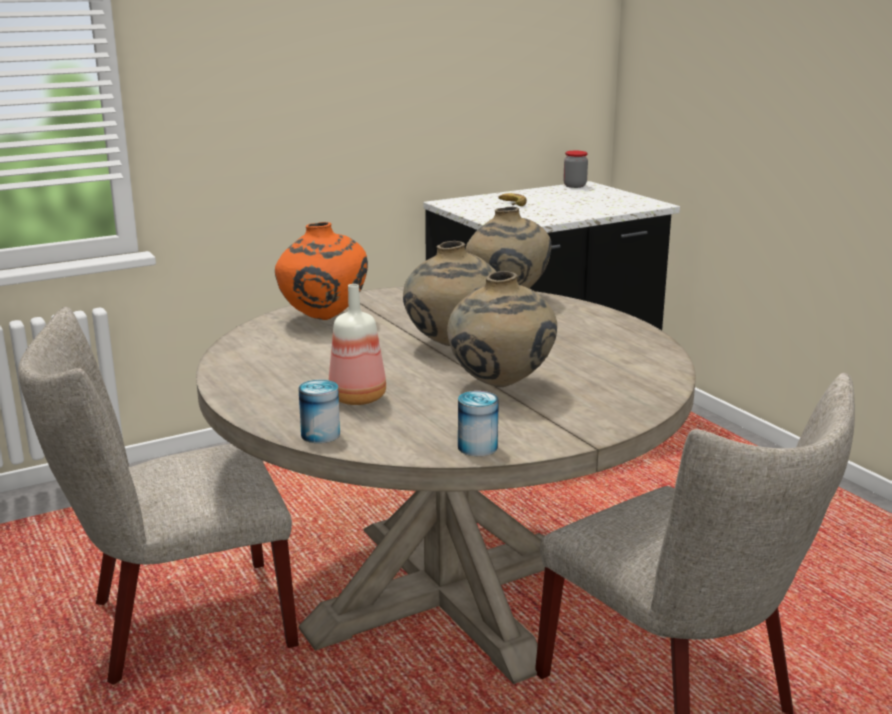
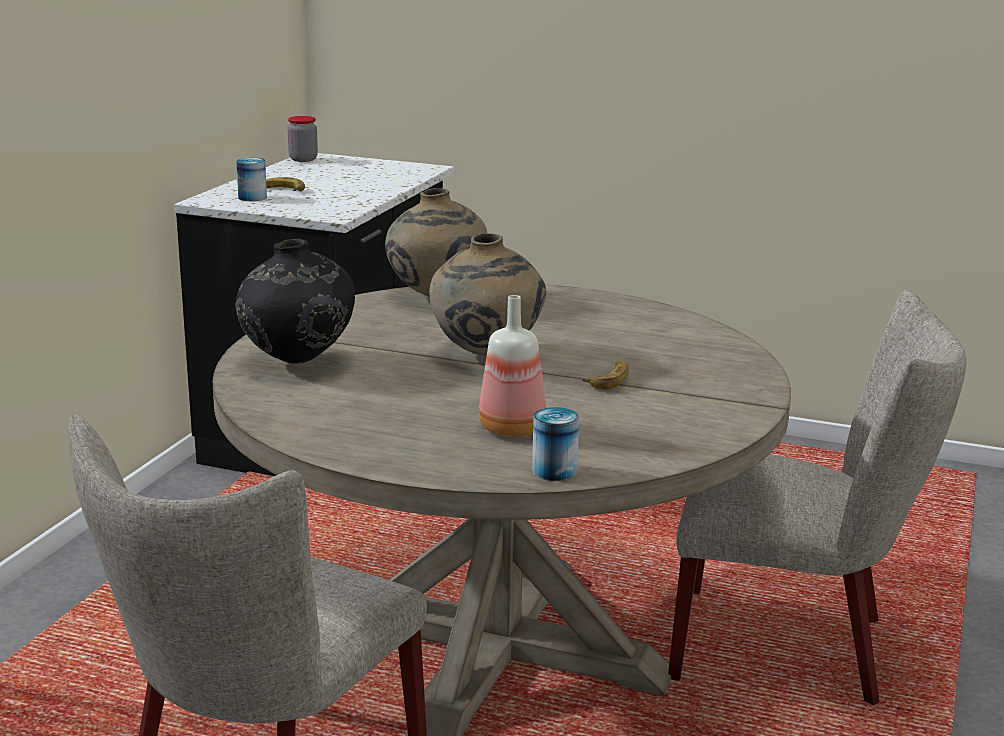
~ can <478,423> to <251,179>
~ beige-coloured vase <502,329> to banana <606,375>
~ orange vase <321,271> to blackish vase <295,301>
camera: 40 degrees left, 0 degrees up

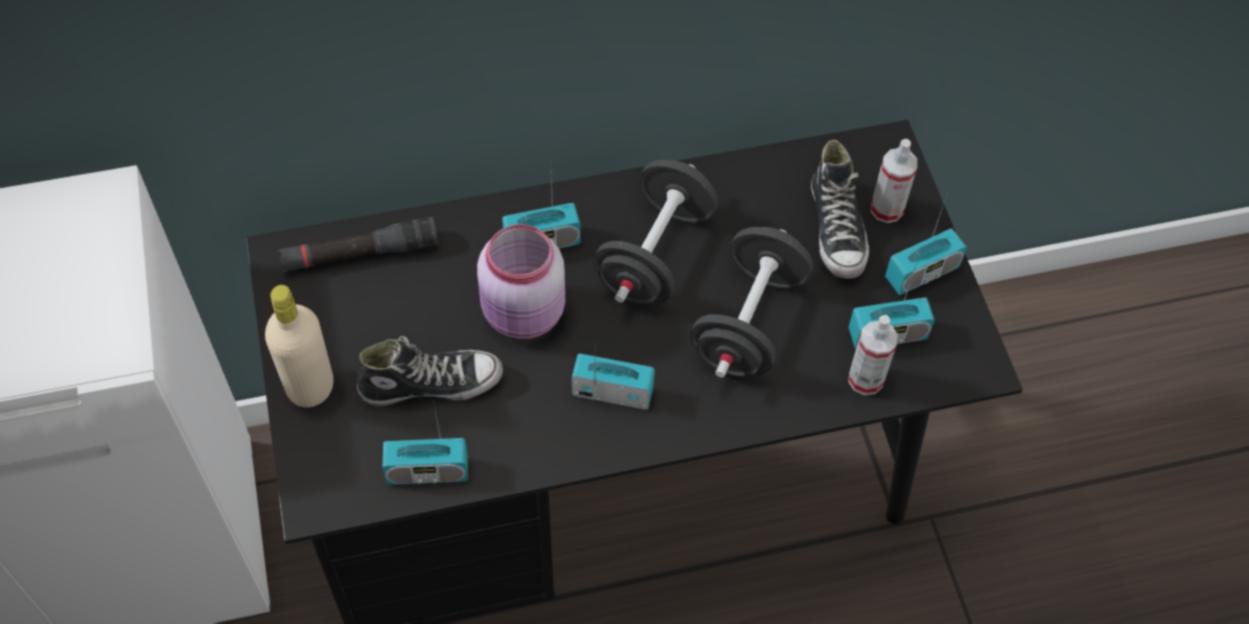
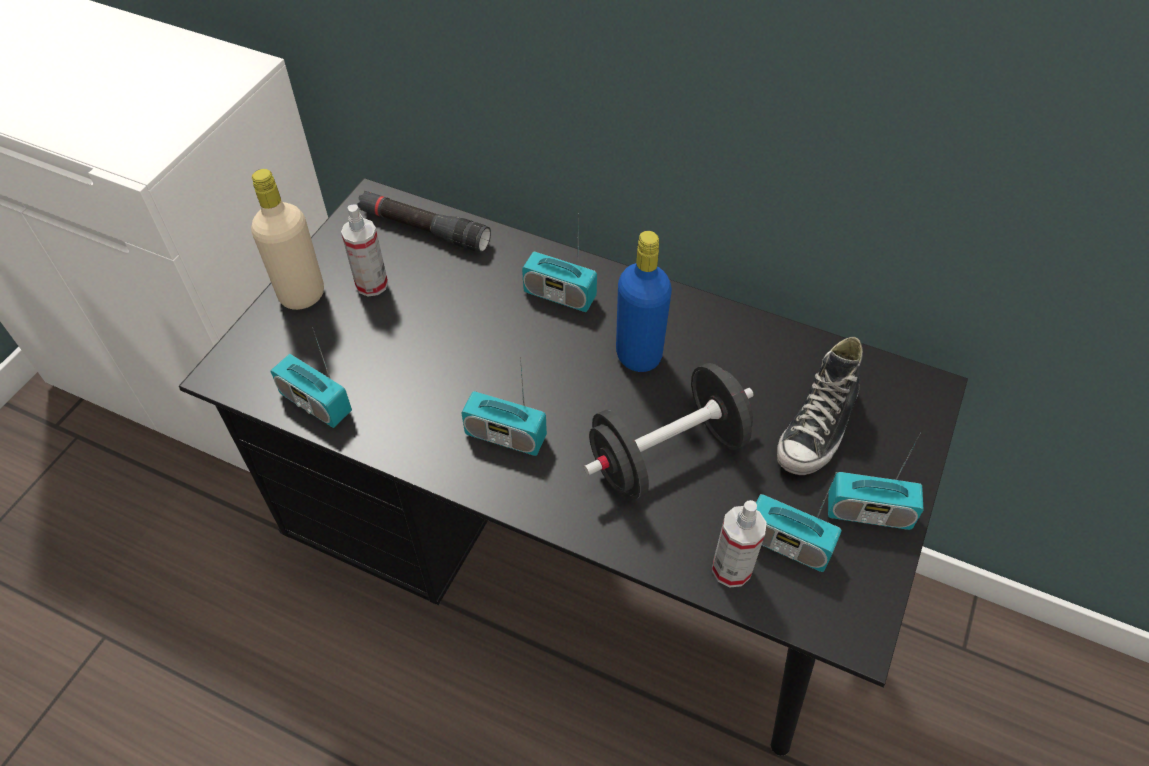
- low shoe <430,371>
- pink-coloured storage jar <521,281>
~ hand sprayer <894,181> to <364,250>
~ blackish hand weight <655,232> to blue beverage bottle <644,301>
~ radio <613,382> = <504,406> 150 degrees clockwise
camera: 40 degrees right, 5 degrees down

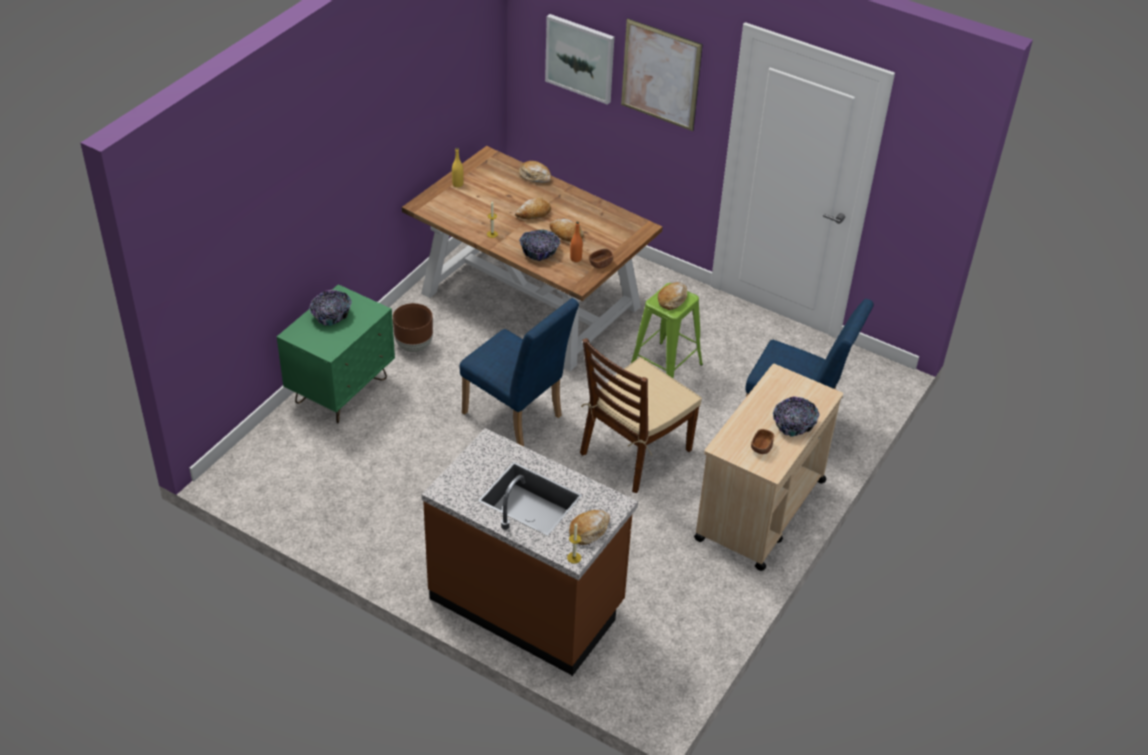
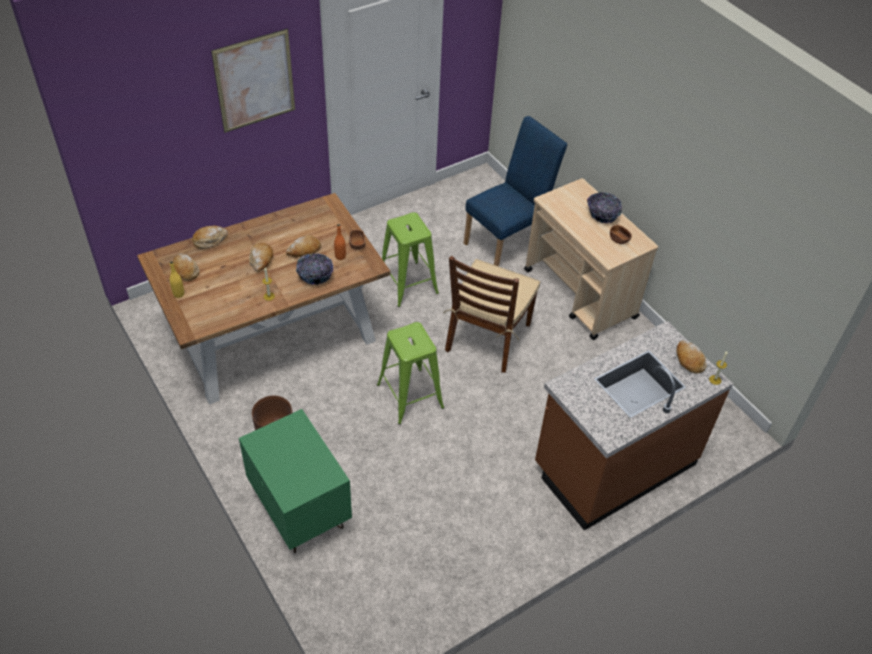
- deep dish <330,308>
- wall picture <579,59>
~ bread <672,296> to <186,267>
~ blue plain chair <519,372> to greenish stool <410,373>
~ brown plain chair <641,415> = <491,314> 45 degrees clockwise
camera: 65 degrees left, 5 degrees up

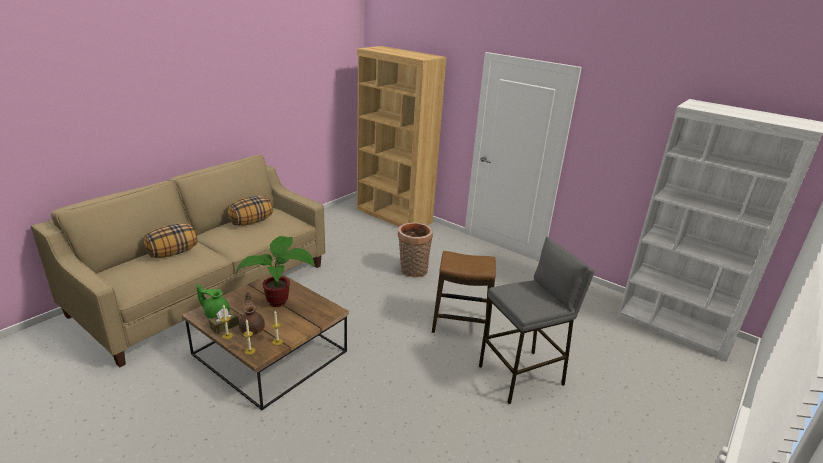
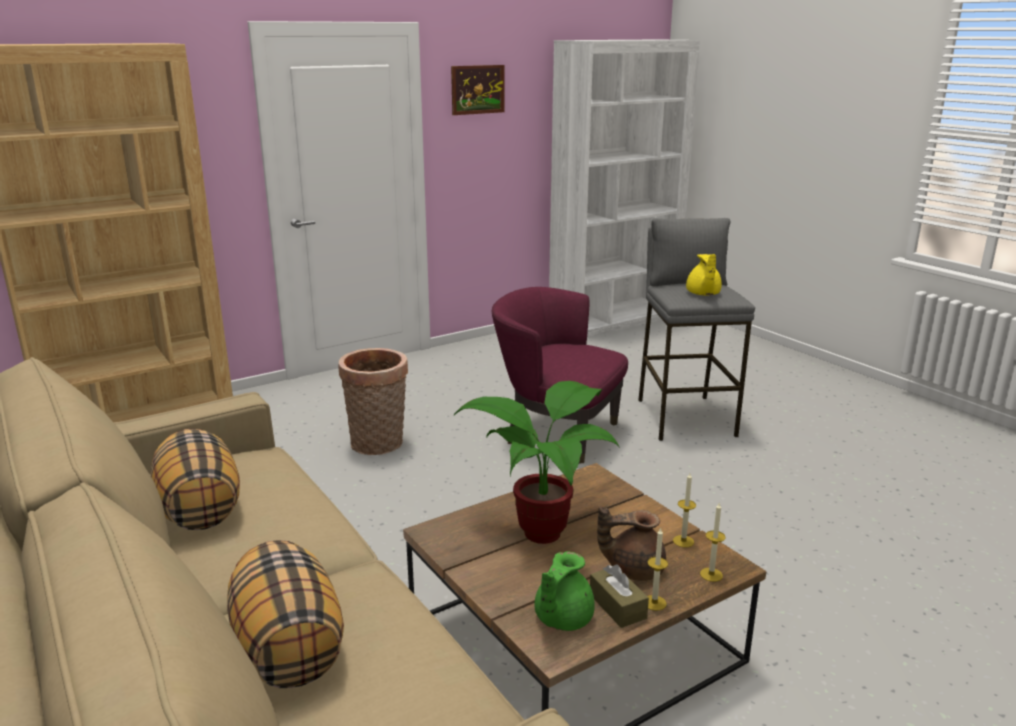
+ wall picture <478,90>
+ yellow teapot <704,274>
~ stool <464,293> to purple-coloured easy chair <560,375>
camera: 70 degrees left, 5 degrees down

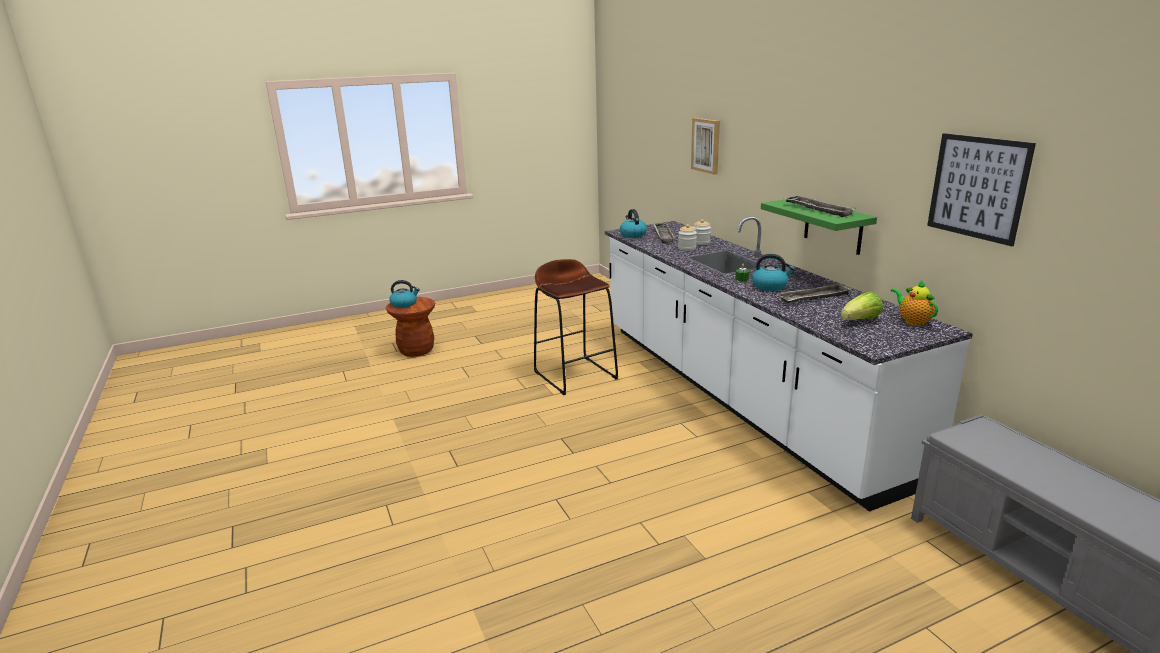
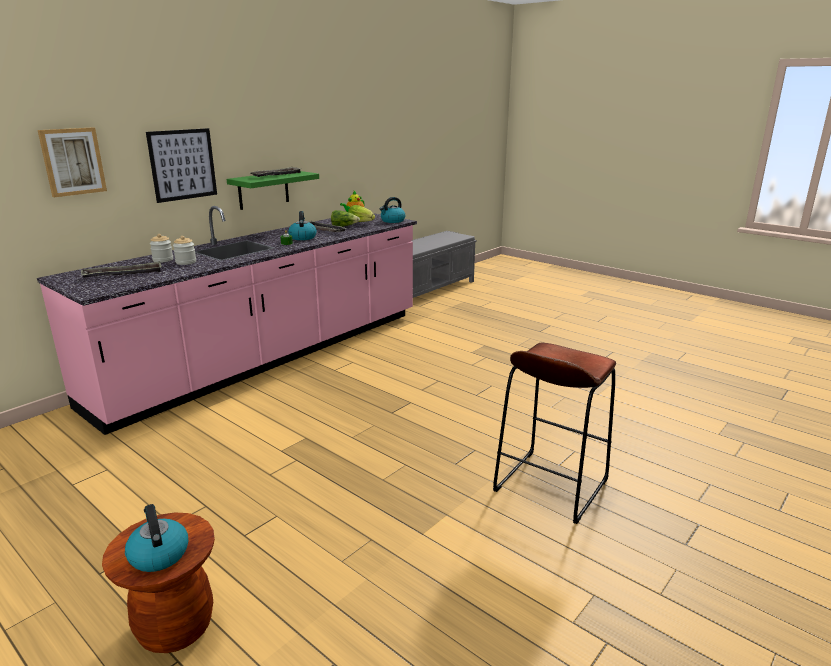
+ head of lettuce <345,218>
~ brown stool <576,327> to <554,433>
~ kettle <633,223> to <392,210>
~ wall picture <981,189> to <181,165>
~ white kitchen counter <789,364> to pink-coloured kitchen counter <227,320>
camera: 115 degrees left, 0 degrees up

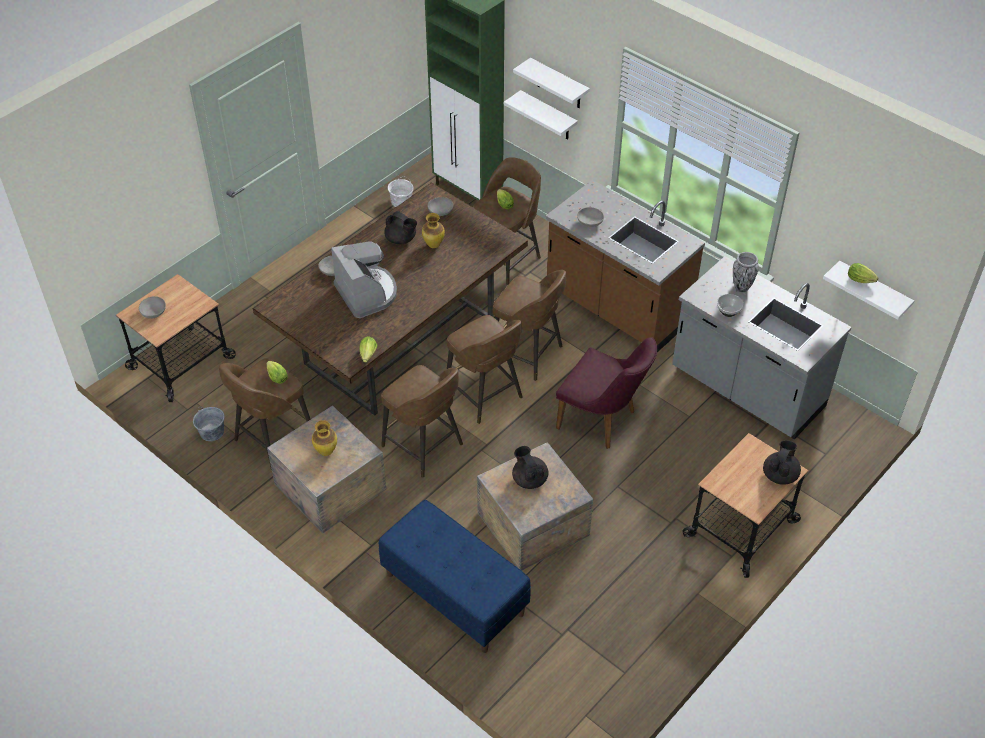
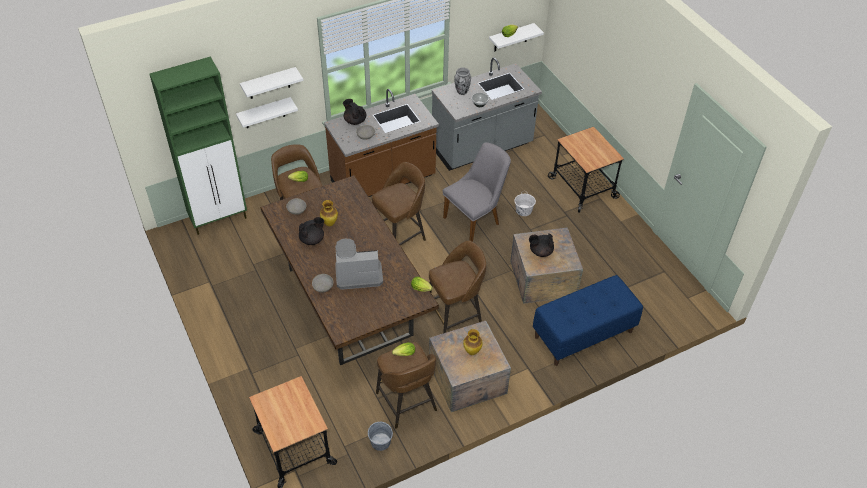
- grey deep dish <152,307>
- brown stool <485,369>
~ white water bucket <401,192> to <525,204>
~ blackish teapot <782,462> to <354,112>
~ purple-coloured plain chair <606,393> to grey plain chair <477,192>
camera: 70 degrees left, 0 degrees up

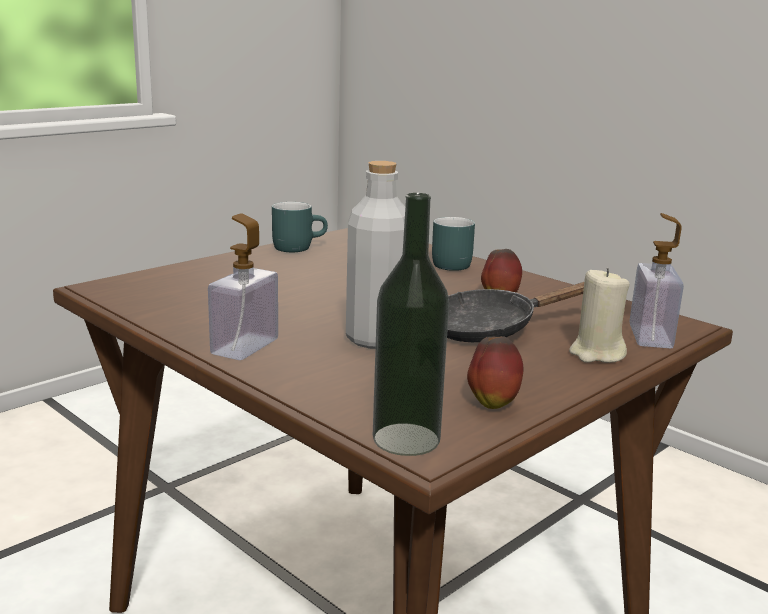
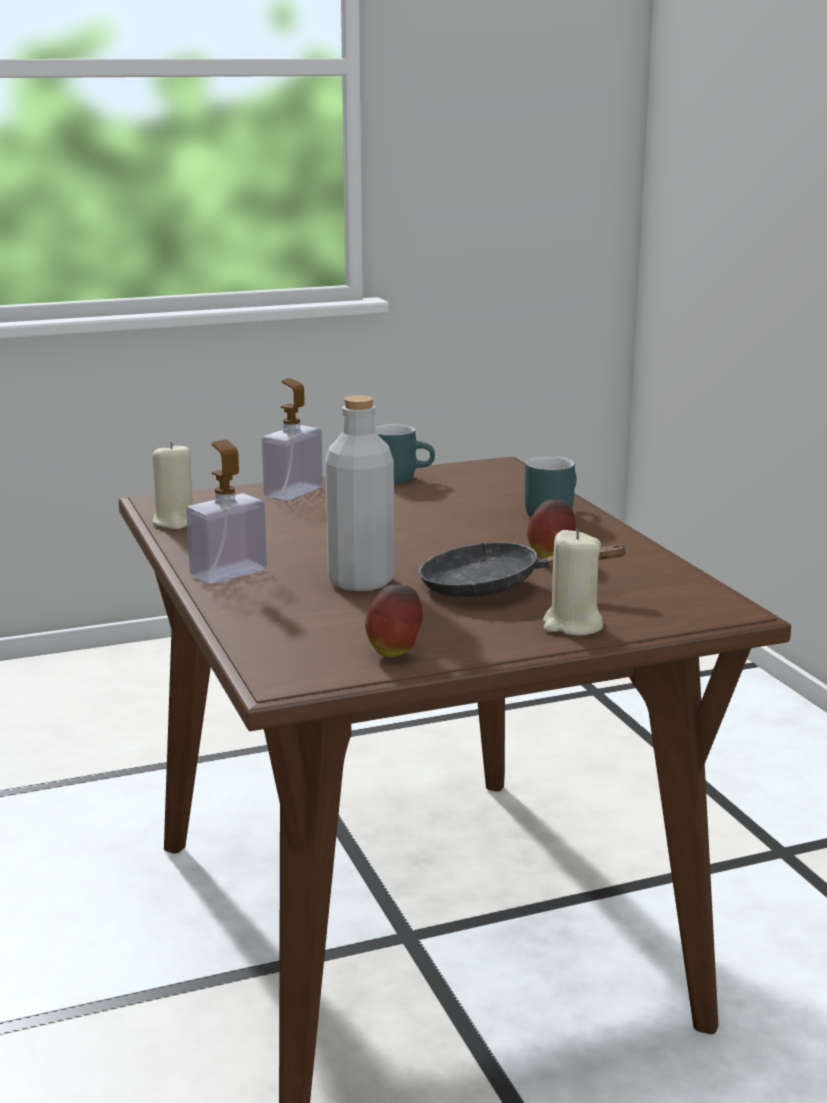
- beverage bottle <411,324>
+ beige-coloured candle <172,485>
~ soap bottle <657,280> to <292,439>
camera: 25 degrees right, 0 degrees up

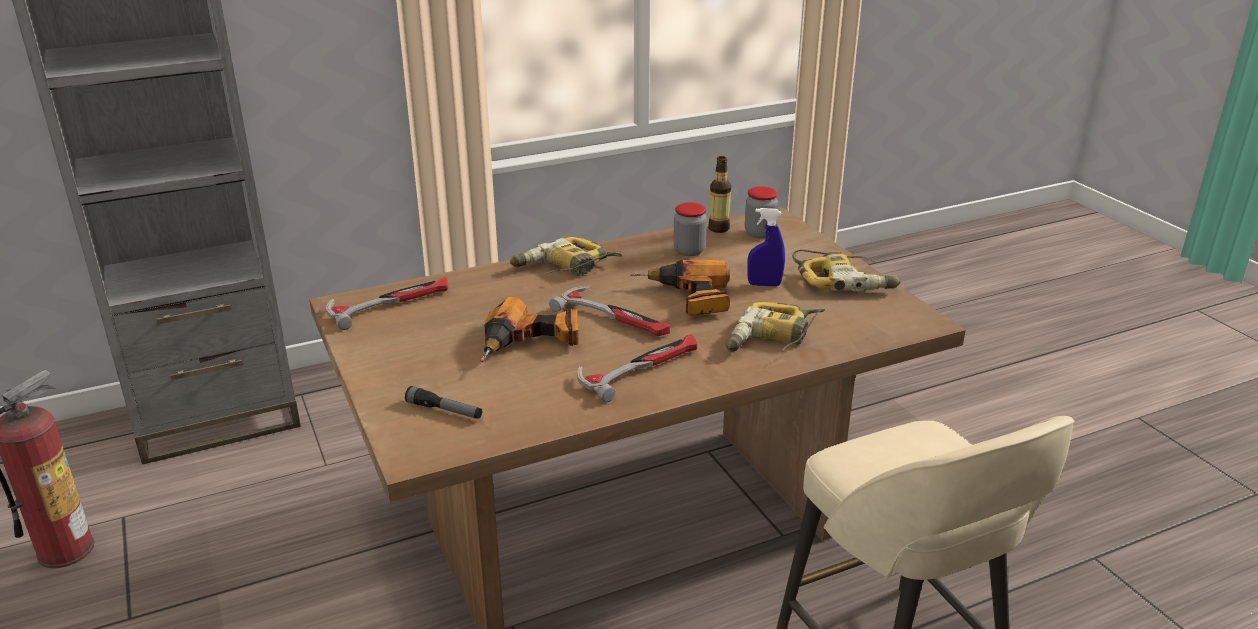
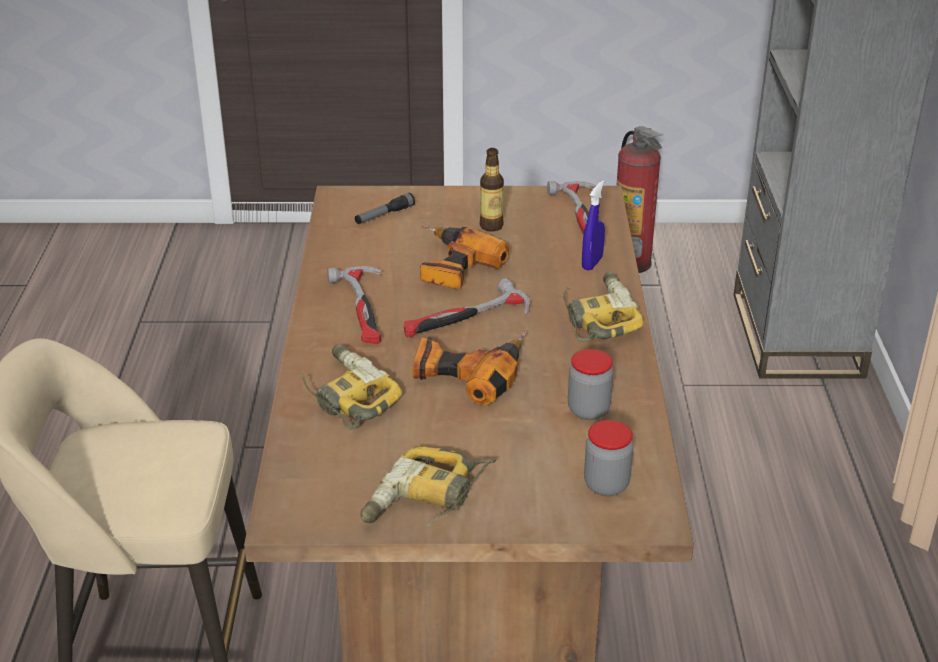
~ beverage bottle <719,194> to <492,189>
~ blue hand sprayer <766,247> to <593,226>
camera: 115 degrees right, 5 degrees up

